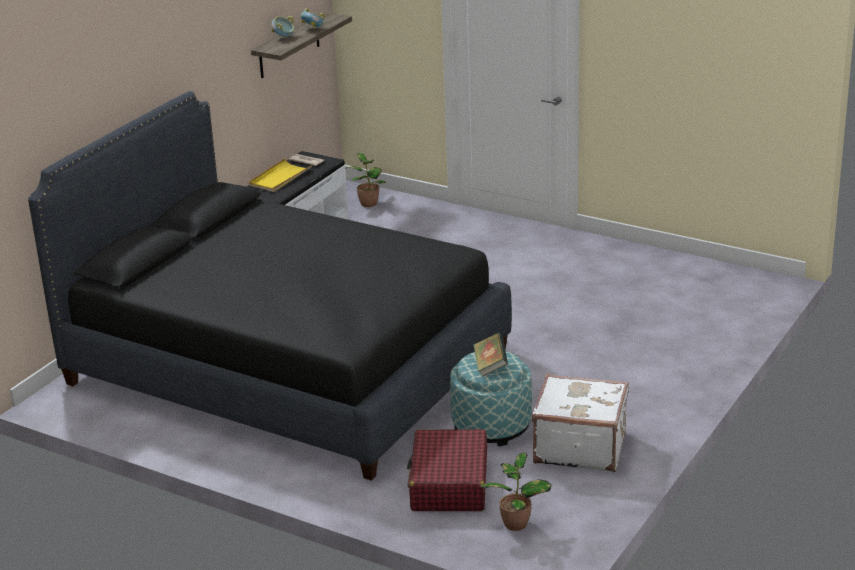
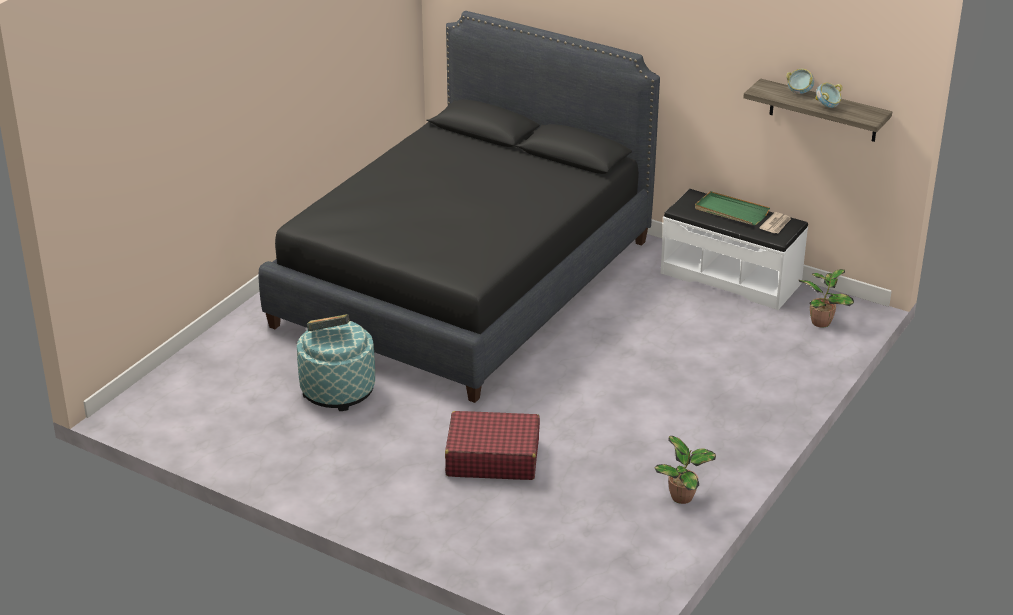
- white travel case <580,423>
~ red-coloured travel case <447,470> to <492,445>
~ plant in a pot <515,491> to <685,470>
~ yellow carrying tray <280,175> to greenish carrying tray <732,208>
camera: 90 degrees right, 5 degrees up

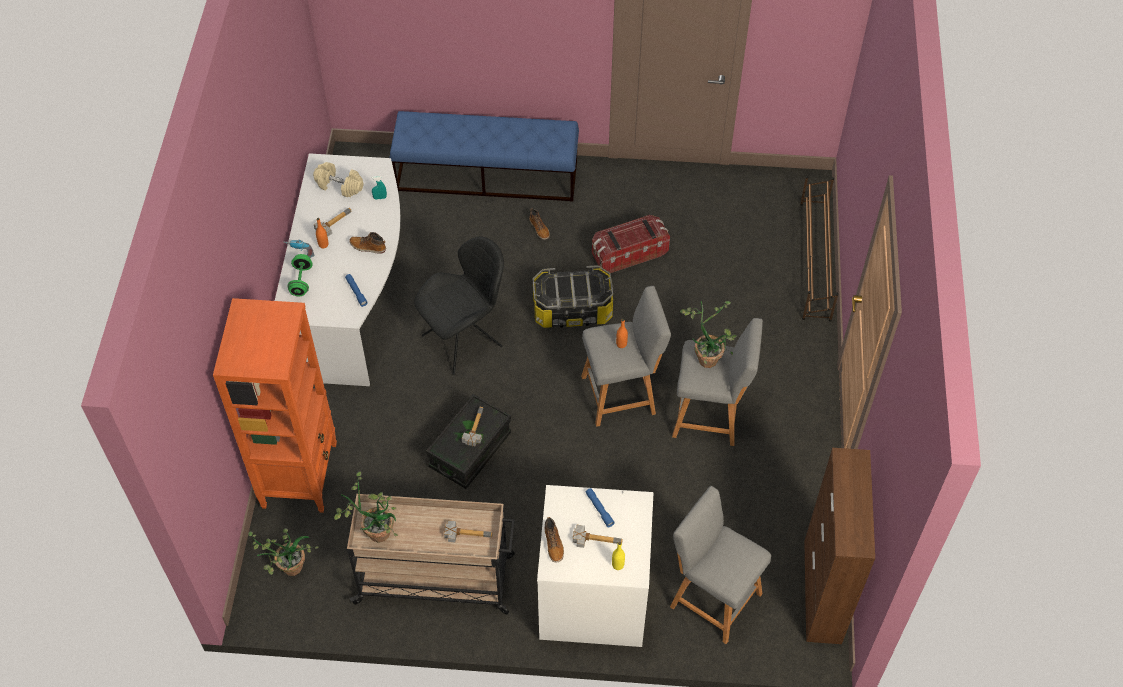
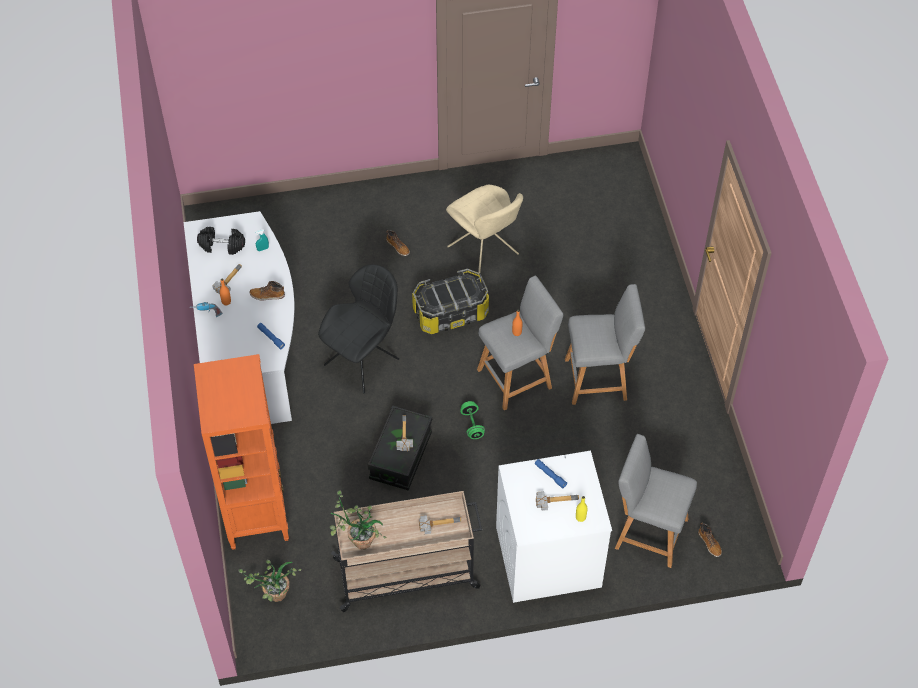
- blue bench <484,156>
- plant in a pot <708,334>
- brown shoe rack <819,249>
- brown cabinet <839,546>
~ greenish hand weight <299,275> to <472,420>
~ high-top boot <554,540> to <710,539>
~ storage box <631,244> to beige-coloured plain chair <484,229>
~ beige-coloured hand weight <338,179> to blackish hand weight <221,241>
camera: 15 degrees left, 0 degrees up

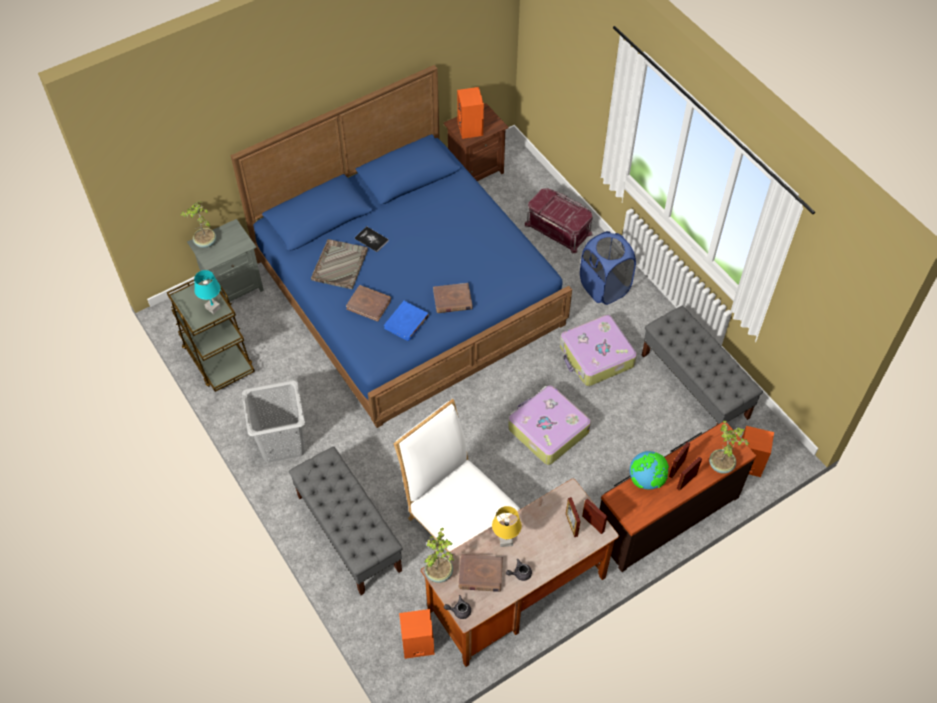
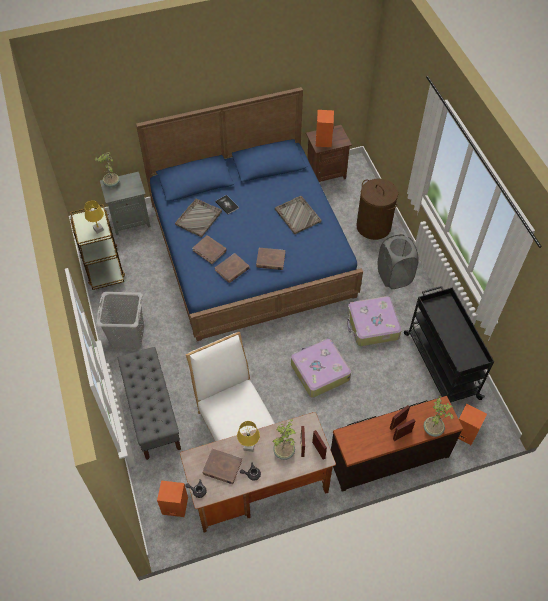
- world globe <649,470>
+ grey carrying tray <298,215>
~ plant in a pot <439,555> to <284,439>
~ red-coloured storage box <559,220> to brown washing basket <377,209>
~ grey bench <702,365> to blackish wheeled cart <449,344>
~ turquoise-coloured table lamp <207,292> to yellow table lamp <94,217>
~ blue volume <406,321> to brown volume <232,268>
~ blue washing basket <608,268> to grey washing basket <398,261>
camera: 15 degrees right, 0 degrees up

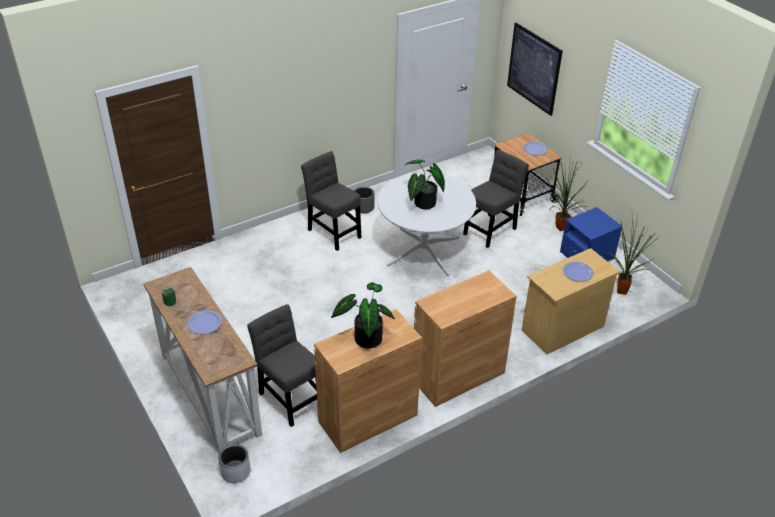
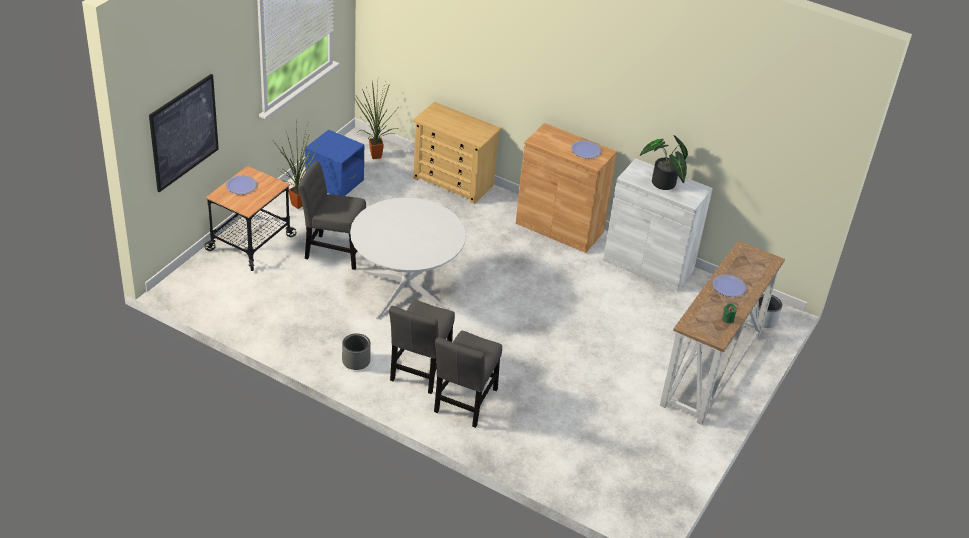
- plant in a pot <425,184>
~ grey plain chair <282,365> to <468,379>
~ flat dish <578,271> to <586,149>
~ brown cabinet <368,381> to white cabinet <658,225>
camera: 120 degrees left, 0 degrees up

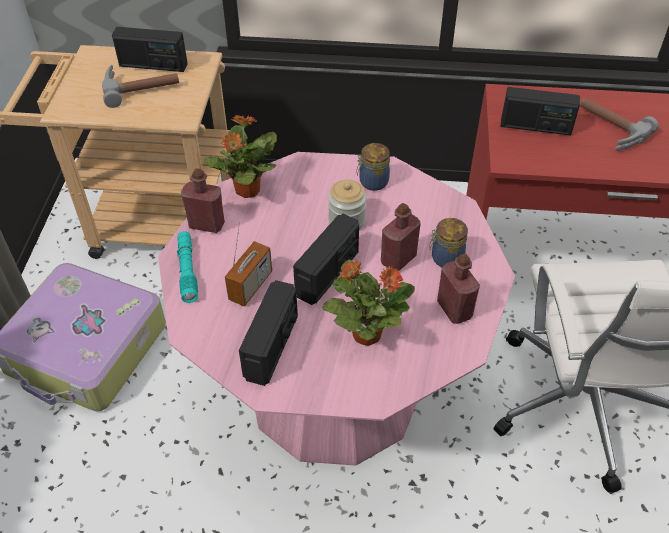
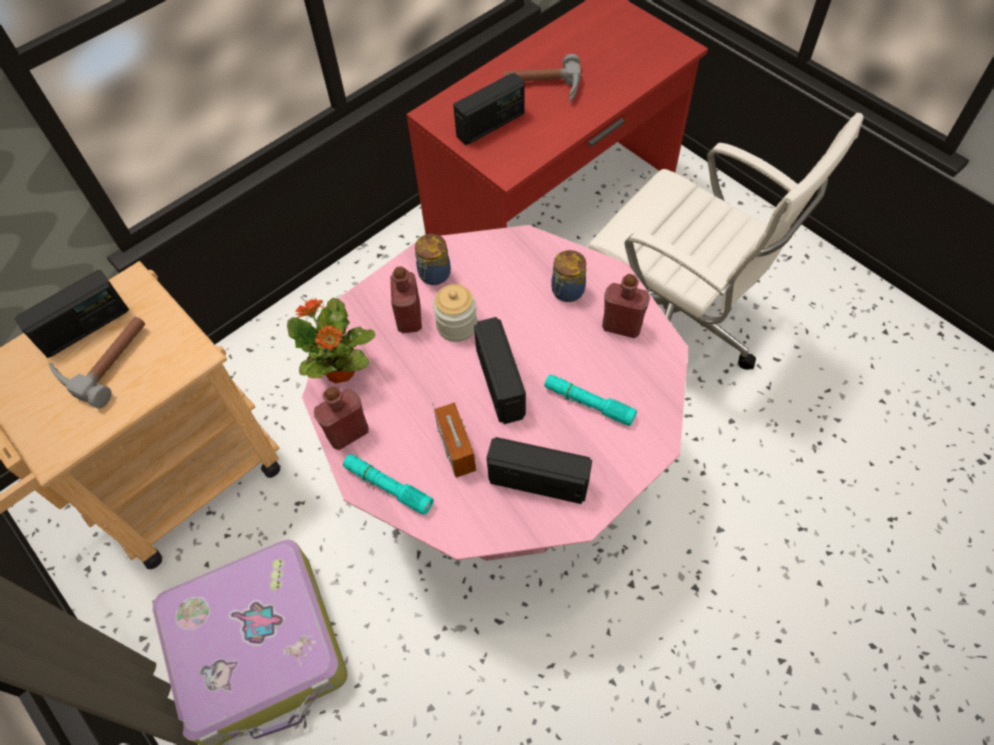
~ red-coloured beverage bottle <401,237> to <406,299>
~ plant in a pot <368,302> to turquoise-coloured flashlight <590,400>
~ radio <268,333> = <539,470> 45 degrees counterclockwise
camera: 45 degrees left, 10 degrees up

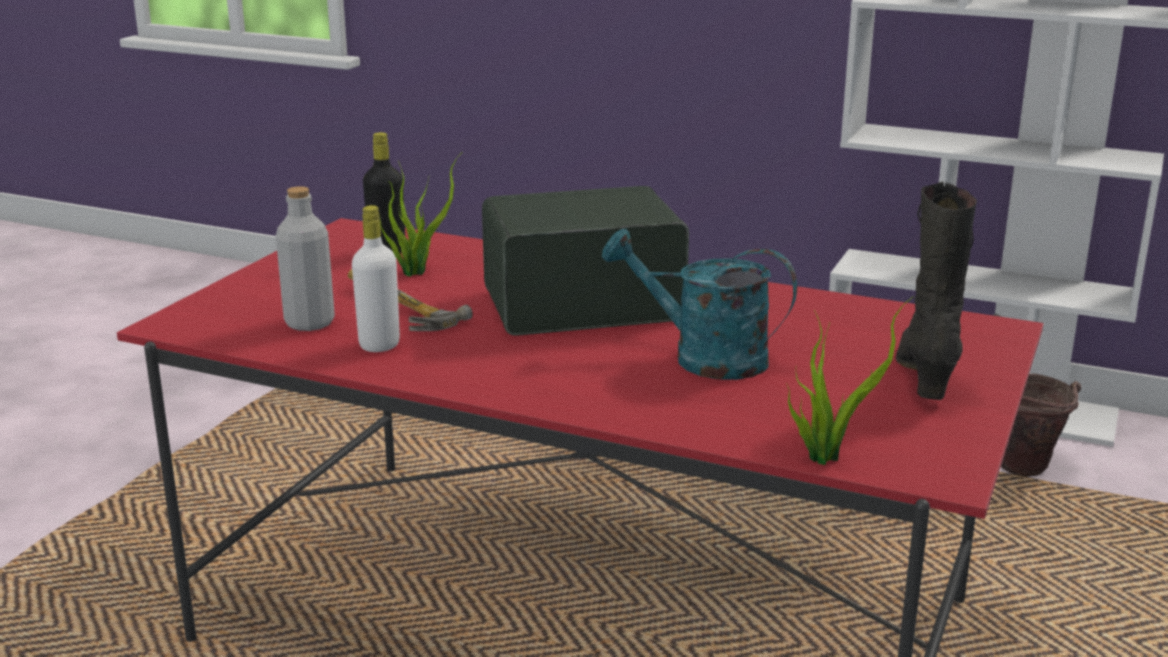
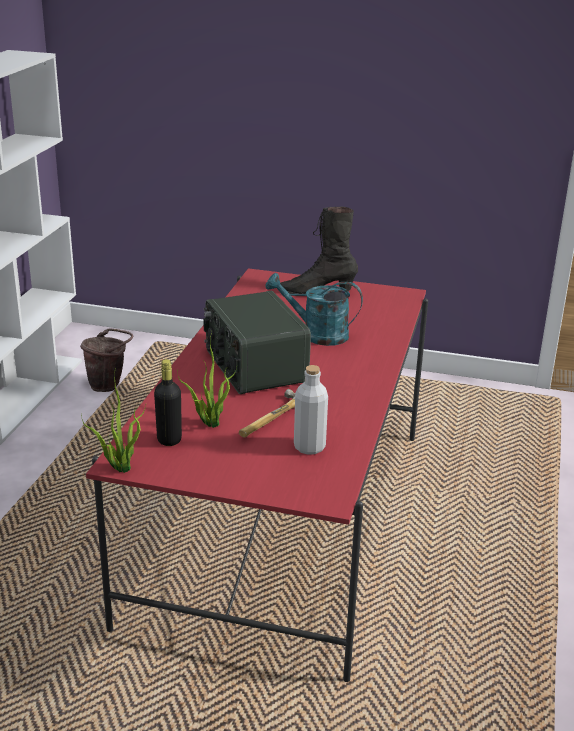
- white beverage bottle <376,278>
~ plant in a pot <850,380> to <113,423>
~ turquoise-coloured sprinkling can <699,304> = <314,309> 90 degrees clockwise
camera: 100 degrees left, 5 degrees up

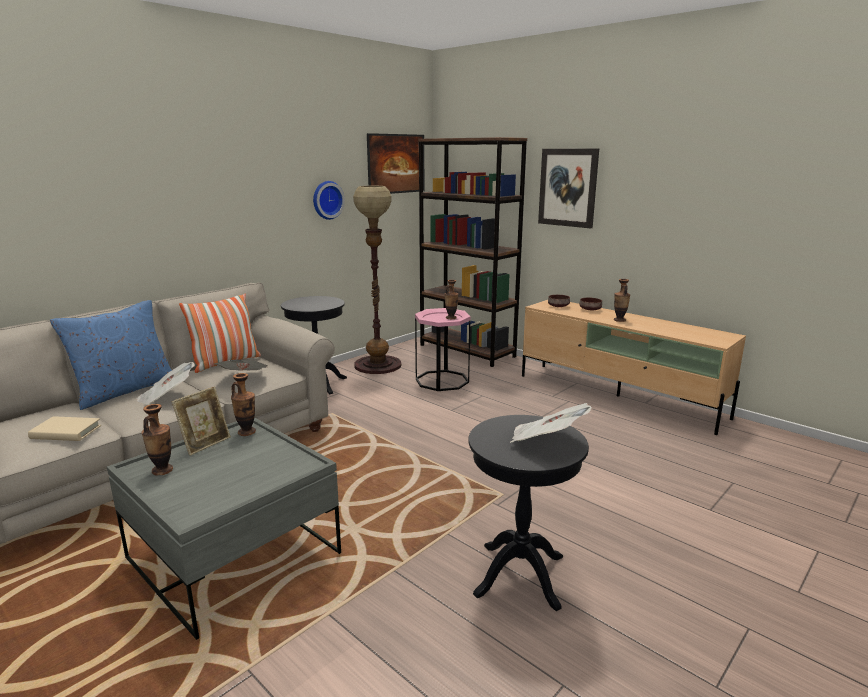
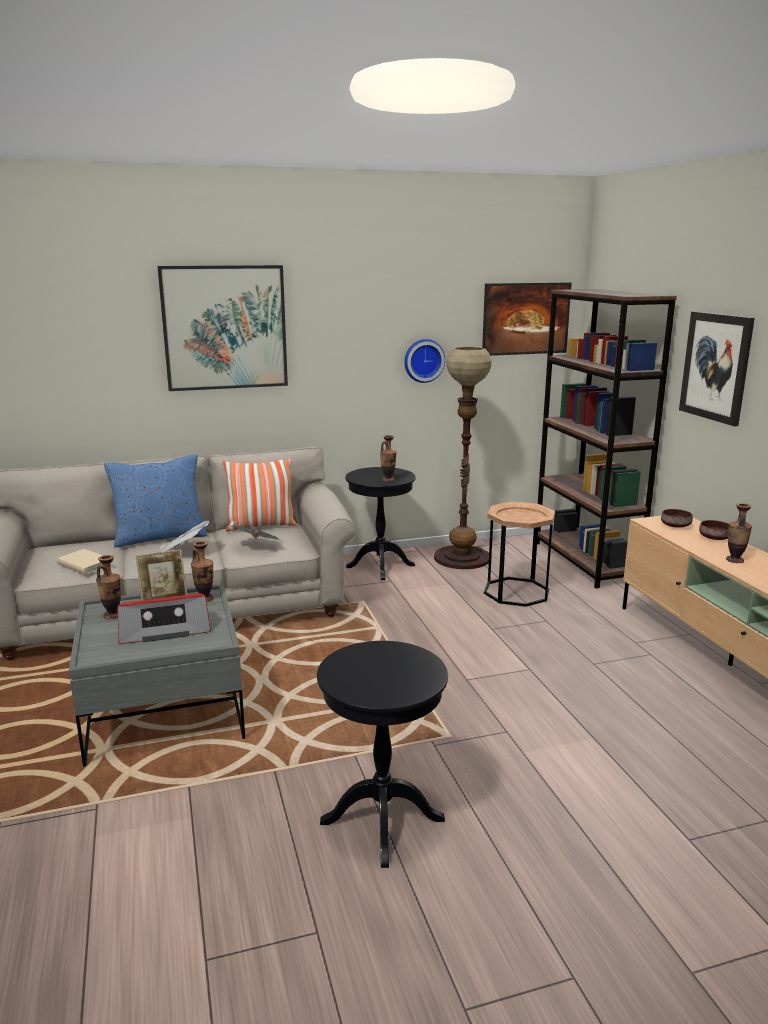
- daily paper <551,423>
+ radio <164,618>
+ wall picture <223,328>
~ vase <452,299> to <388,458>
~ pink-coloured side table <442,349> to brown side table <519,554>
camera: 30 degrees right, 0 degrees up

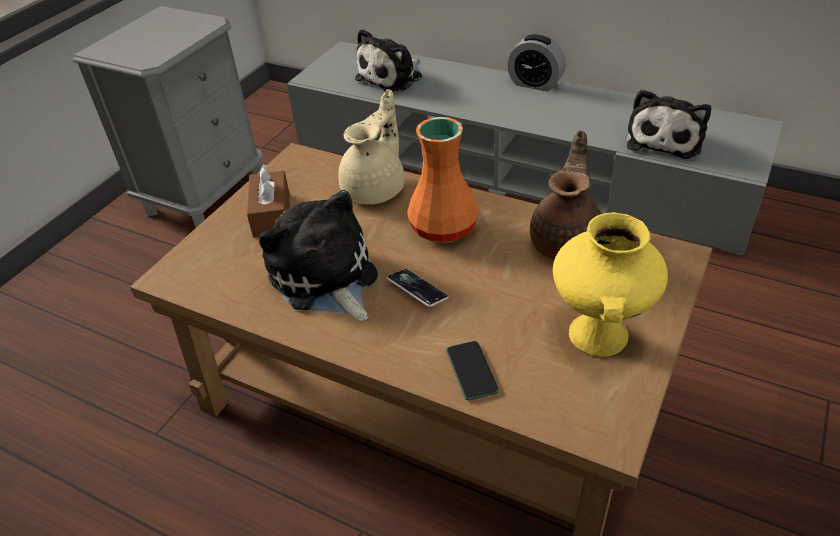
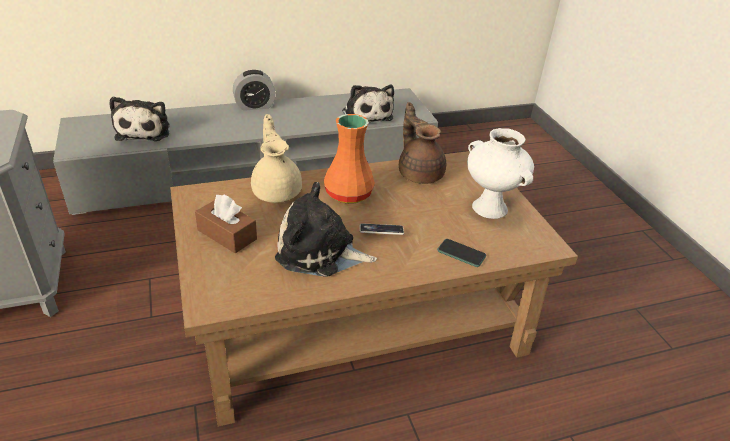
~ yellow vase <610,284> to white vase <500,173>
camera: 50 degrees left, 5 degrees down

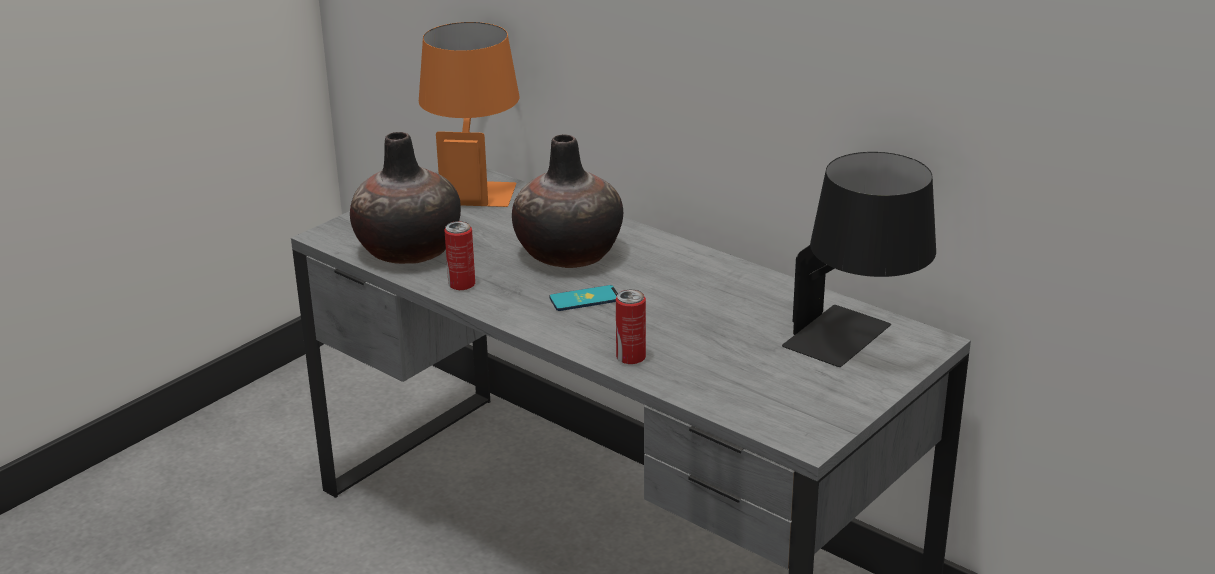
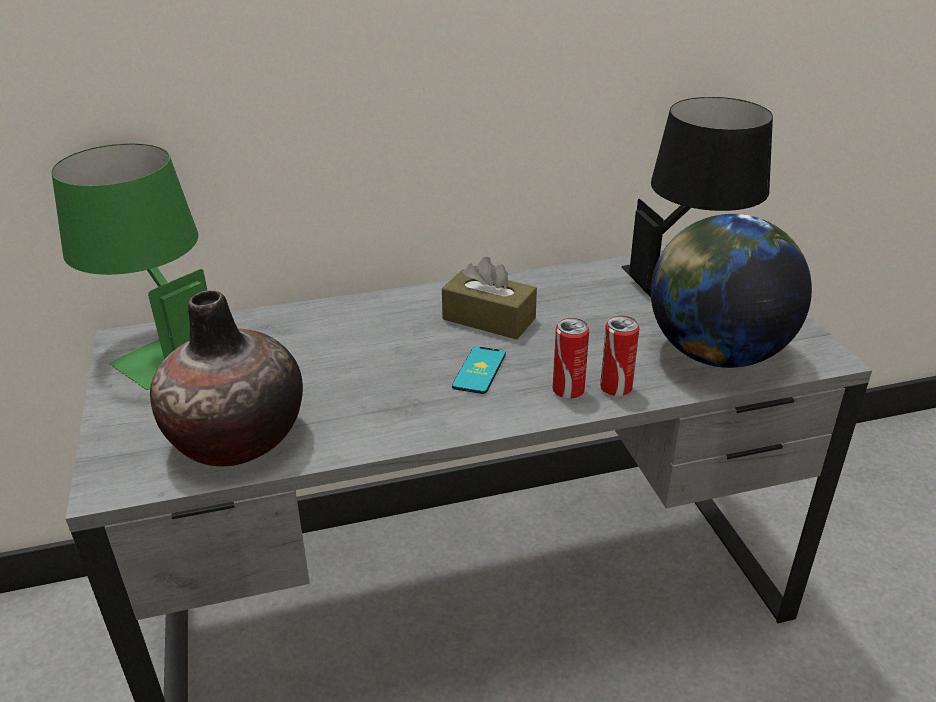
- vase <567,201>
+ brown tissue box <489,298>
+ world globe <731,291>
~ can <459,255> to <571,358>
~ orange table lamp <469,114> to greenish table lamp <129,266>
camera: 55 degrees left, 5 degrees up

